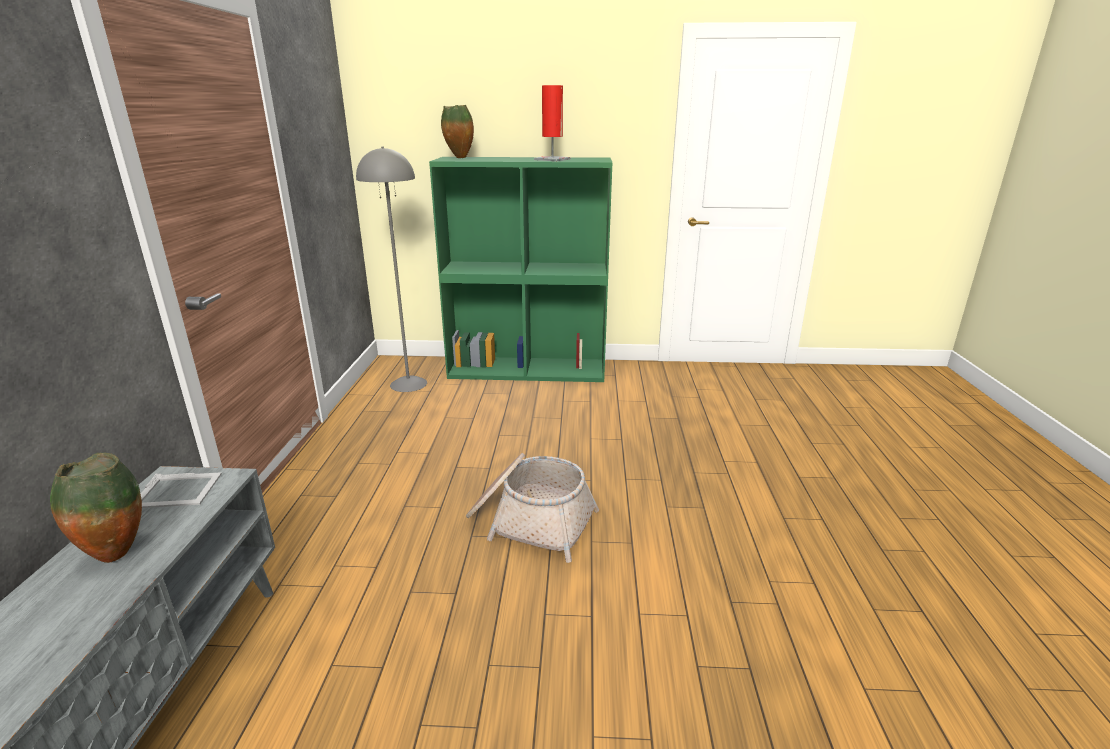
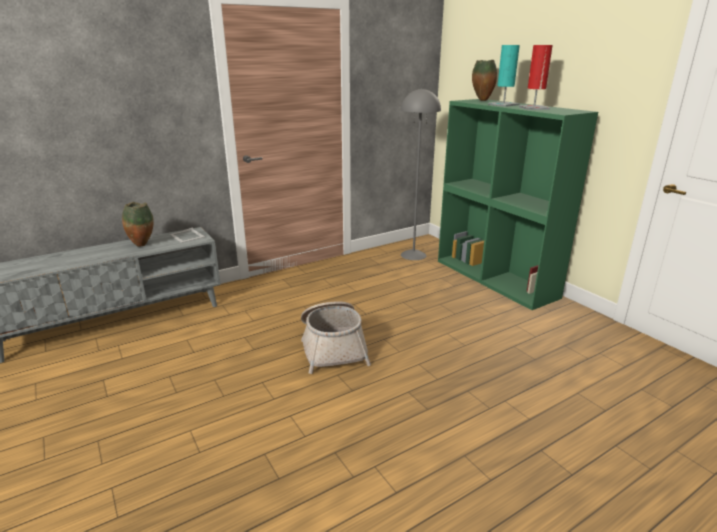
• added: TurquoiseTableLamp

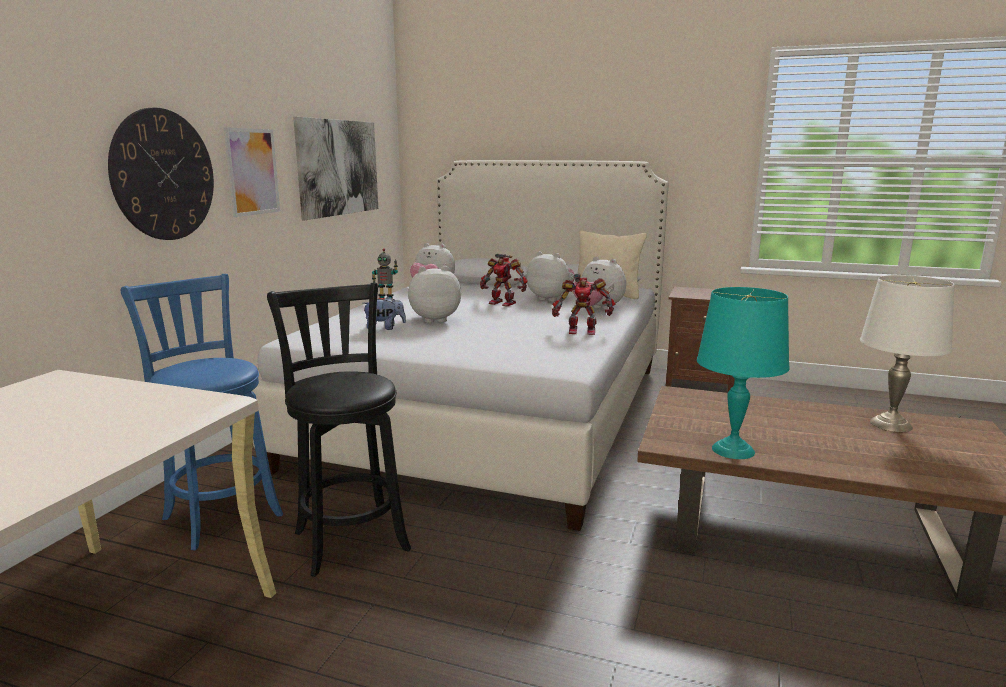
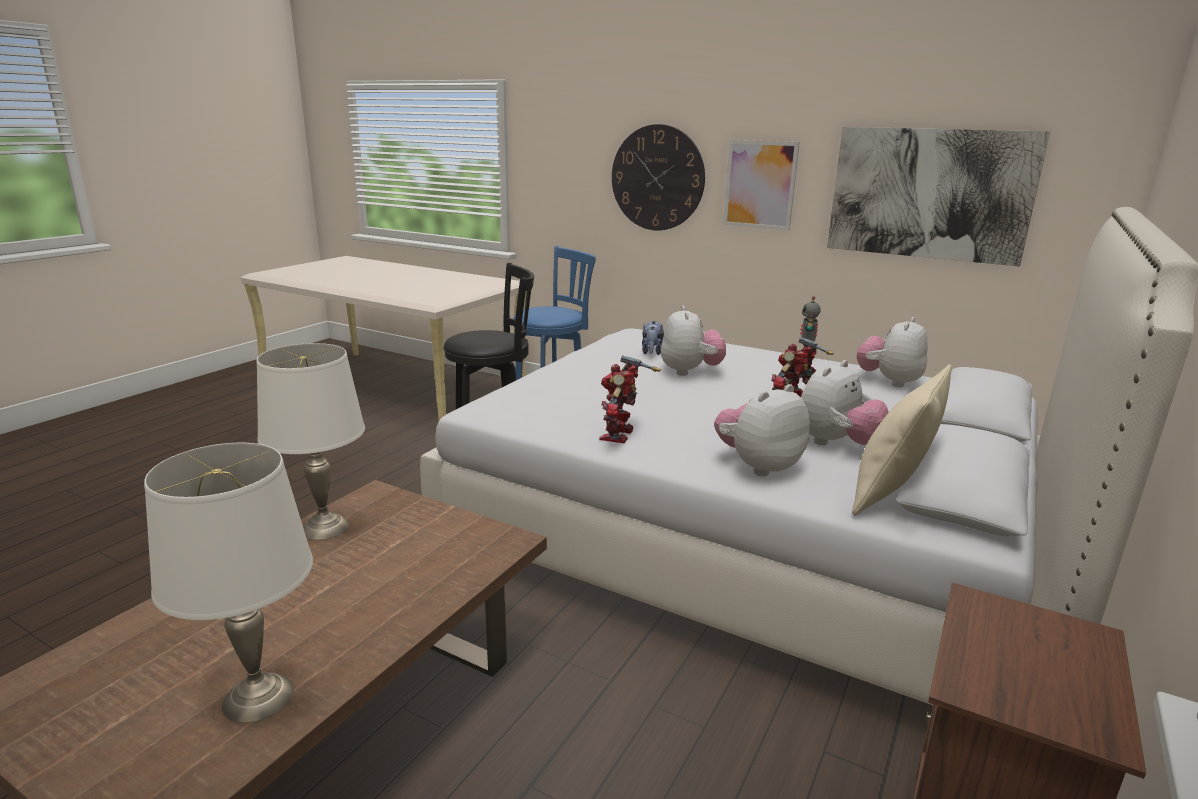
• recoloured: TurquoiseTableLamp to WhitishTableLamp (2nd from left)

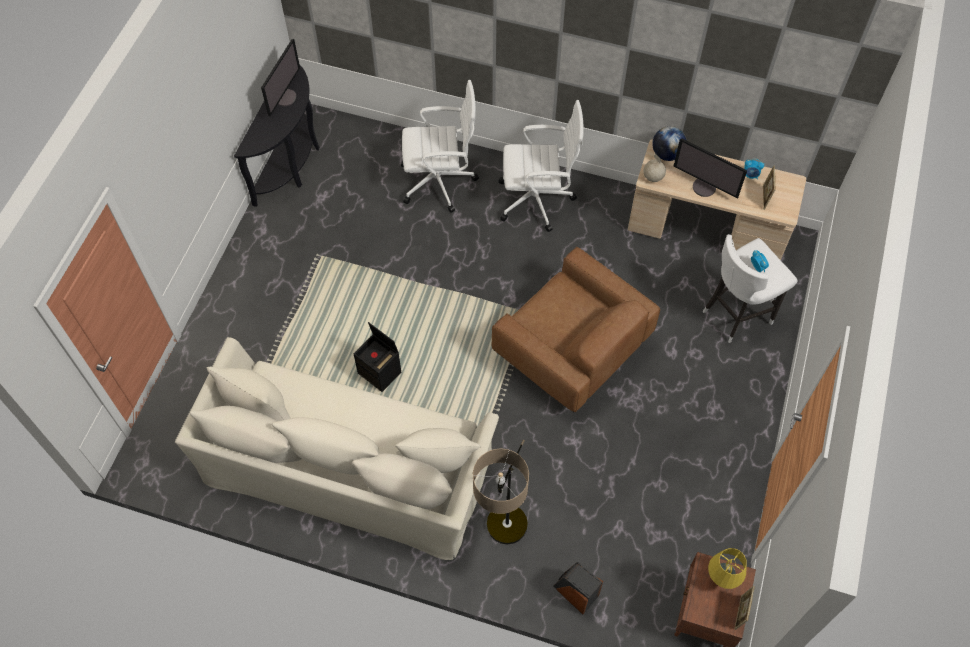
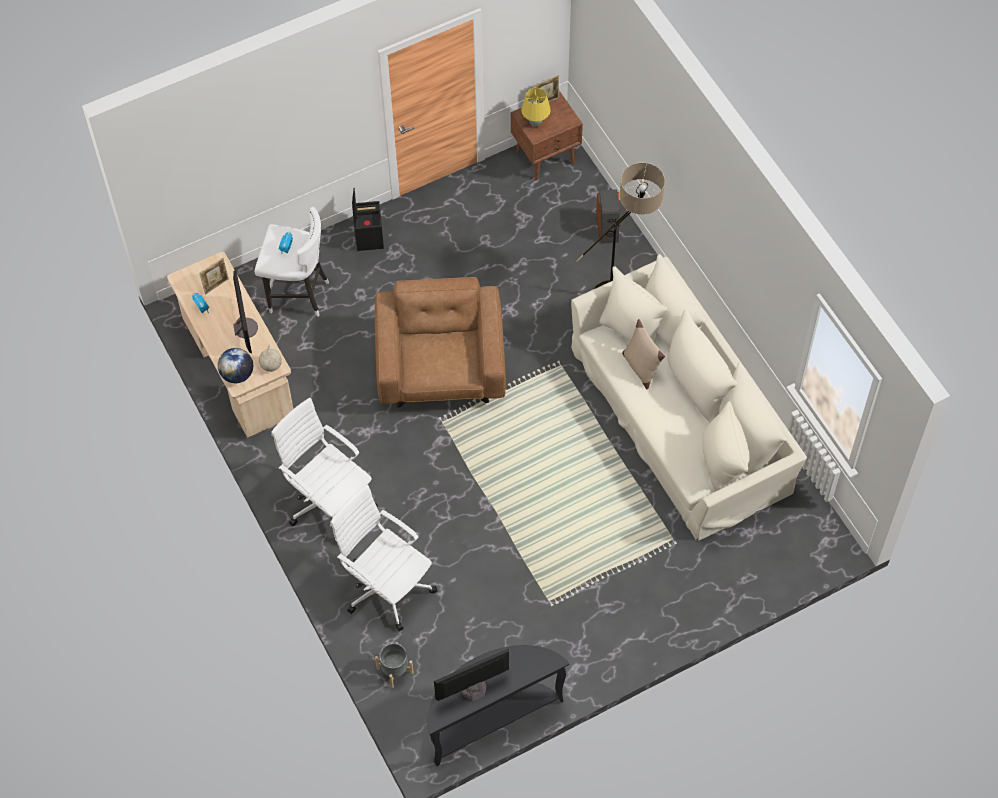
• added: GreyPlanter
• added: BeigeColouredPillow
• moved: BlackStorageBox

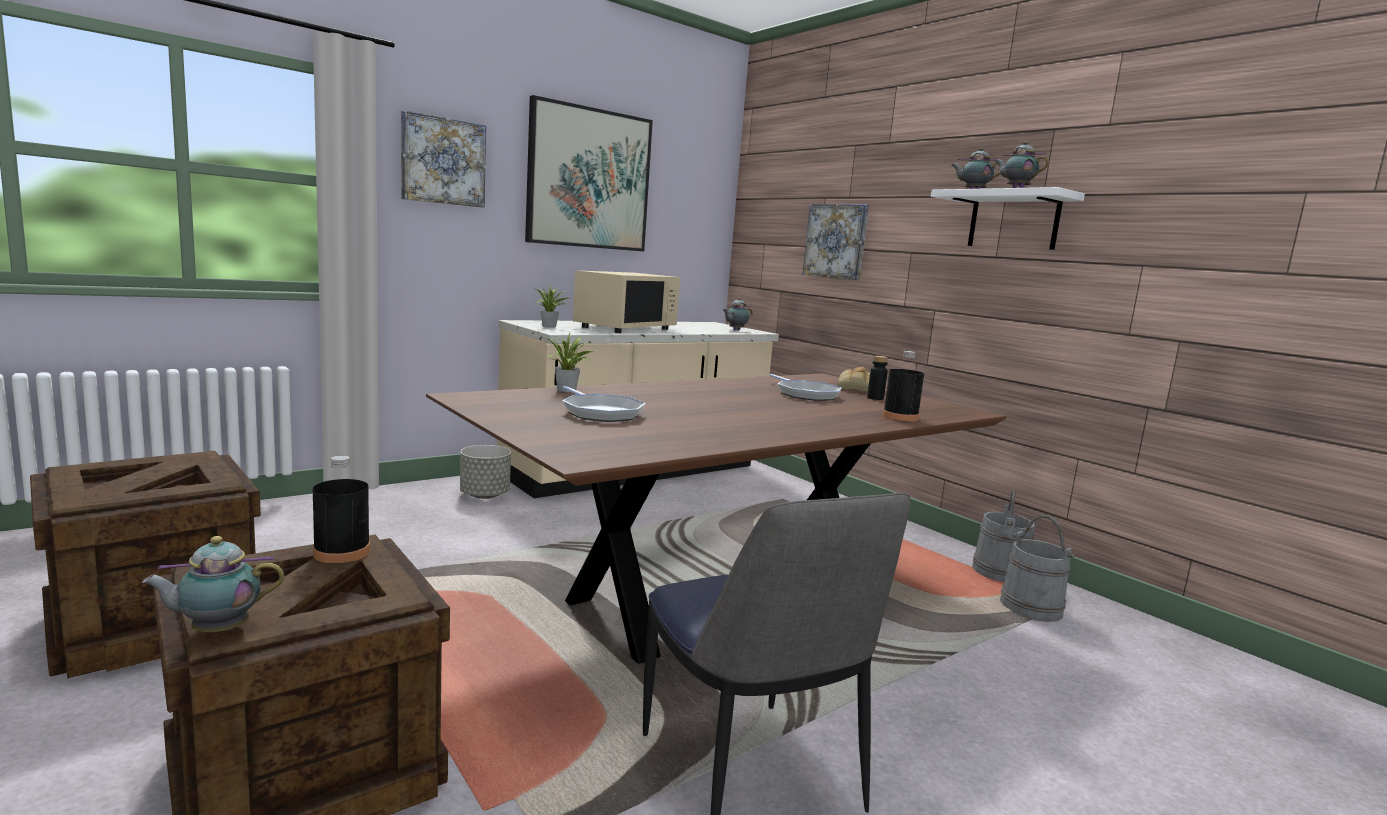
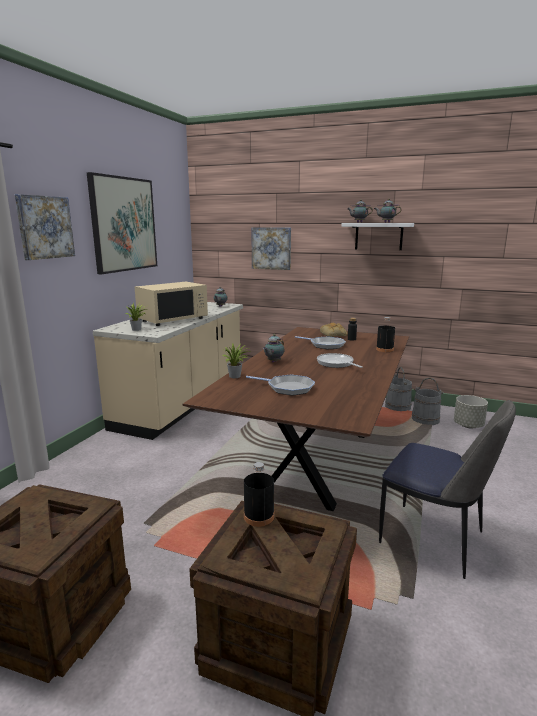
• added: Skillet (3rd from left)
• moved: PotForTea (1st from left in the first image) to PotForTea (2nd from left)
• moved: GreyPlanter
• turned: BeigeColouredKitchenMicrowave 45 degrees clockwise

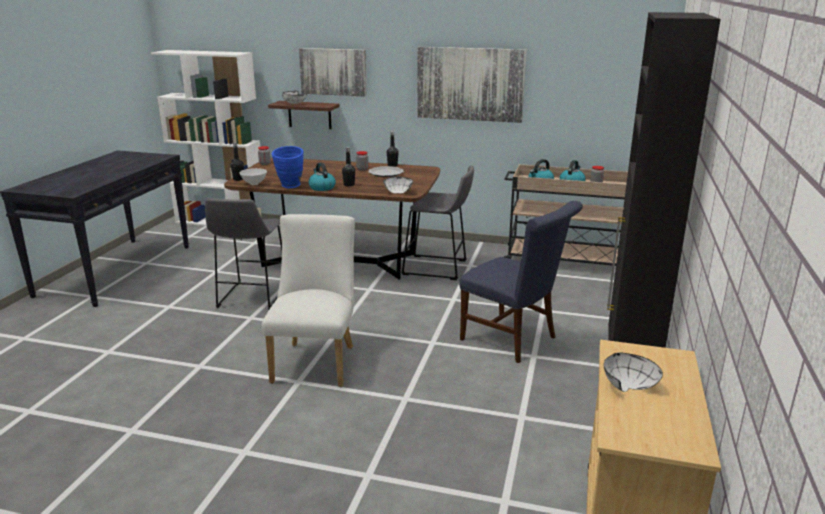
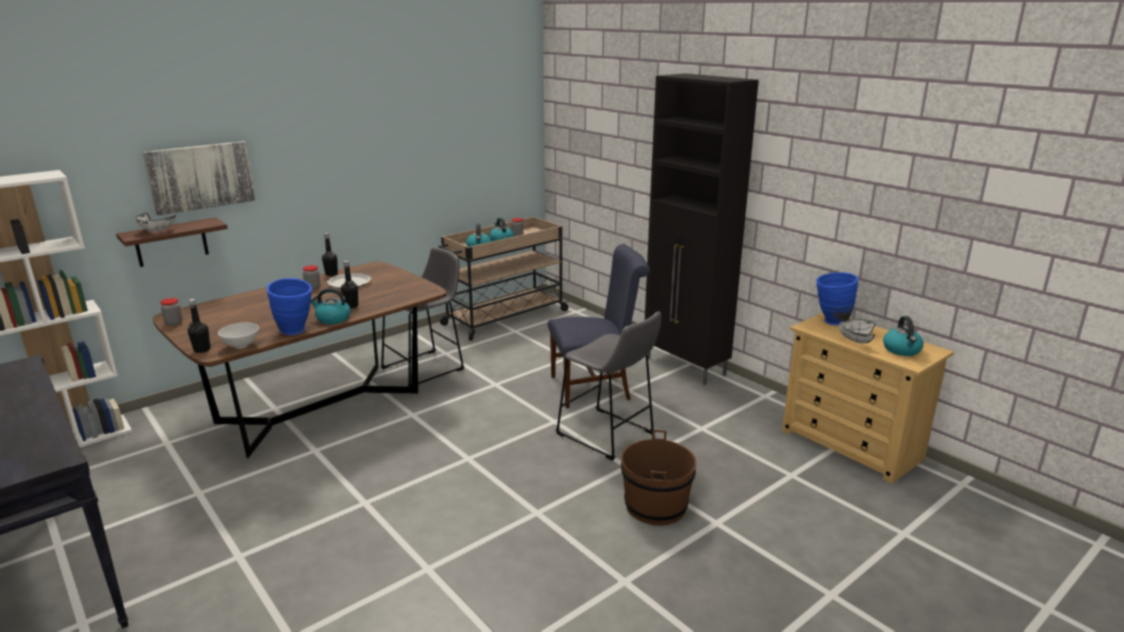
• removed: WhitishChair
• removed: WhitishDeepDish (3rd from left)
• removed: Picture (2nd from left)
• added: BrownishPail
• added: BluishDecorativeVase (2nd from left)
• added: Kettle (4th from left)
• moved: GreyStool (1st from left in the first image) to GreyStool (2nd from left)

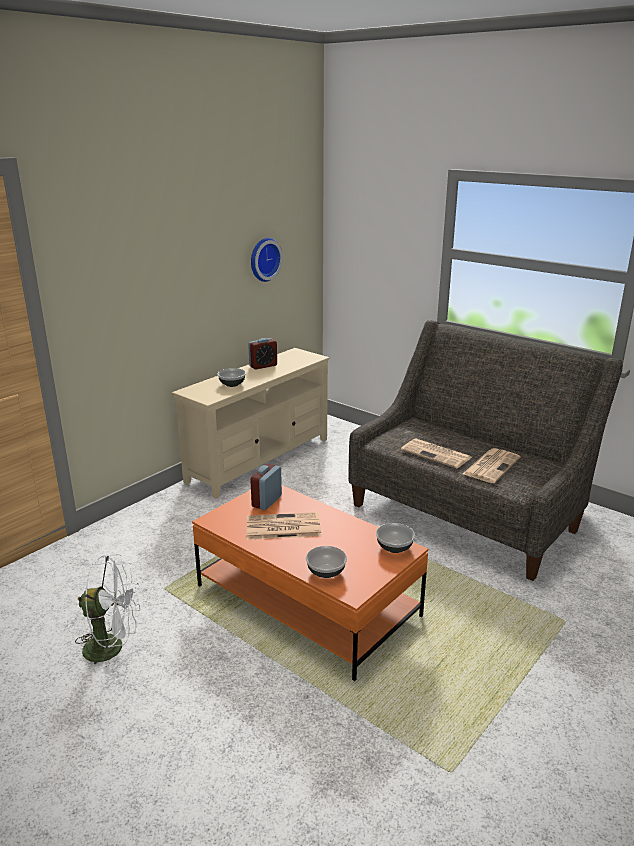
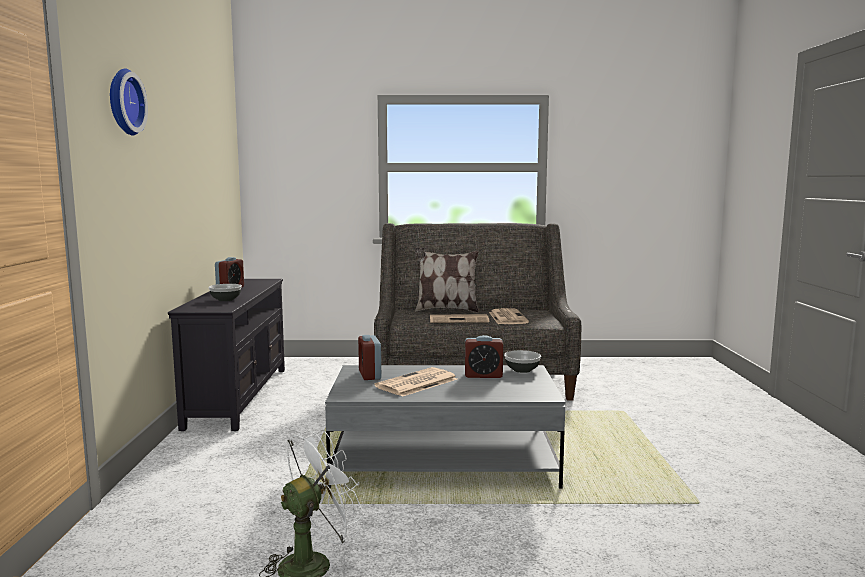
• removed: DeepDish (2nd from left)
• added: Pillow
• added: AlarmClock (3rd from left)
• moved: WallClock
• recoloured: BeigeColouredTvStand to BlackTvStand
• recoloured: OrangeColouredLowTable to GreyLowTable

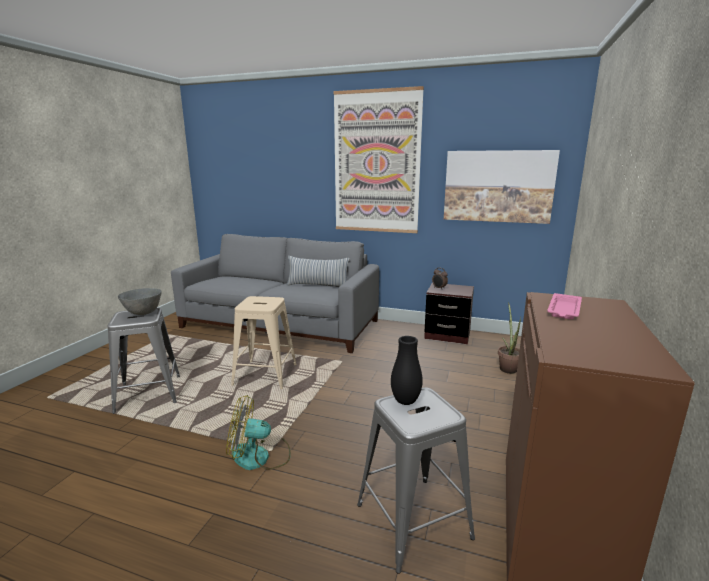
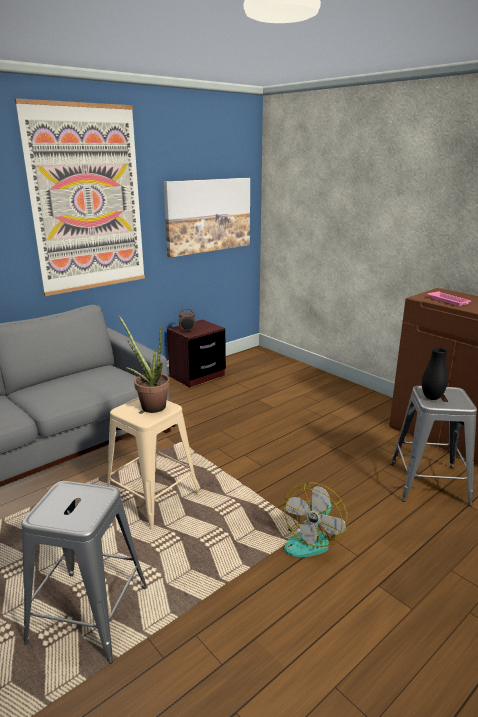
• removed: GreyDeepDish
• removed: Pillow
• moved: Houseplant

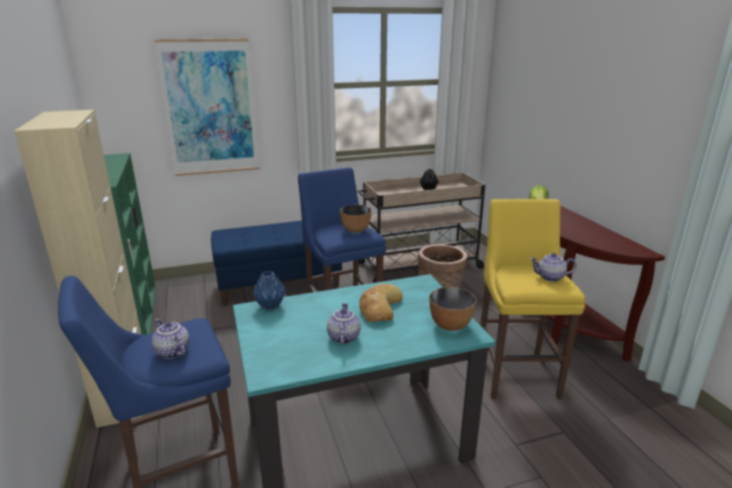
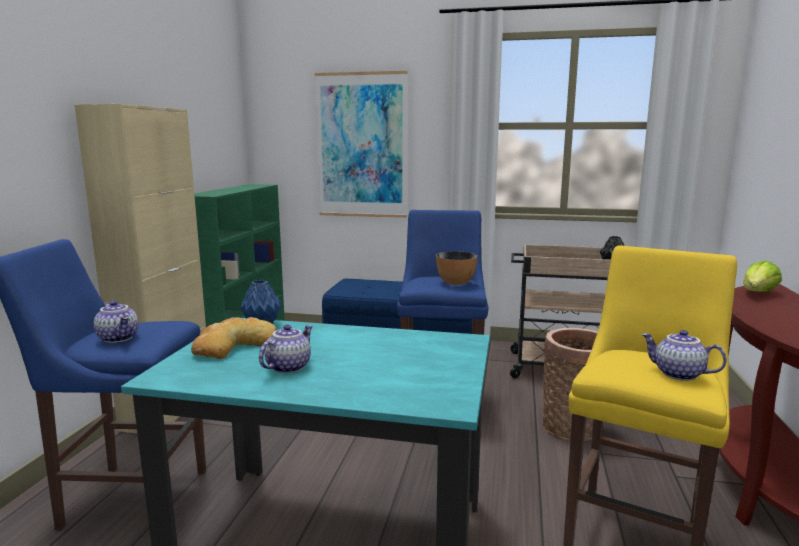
• removed: DeepDish (2nd from left)
• moved: BakedBread
• turned: PotForTea (1st from left) 150 degrees clockwise

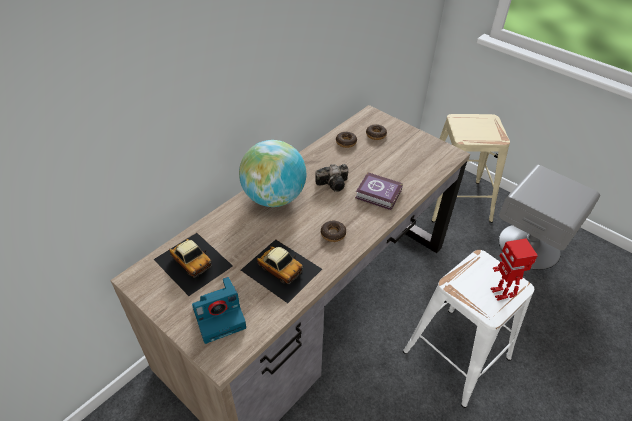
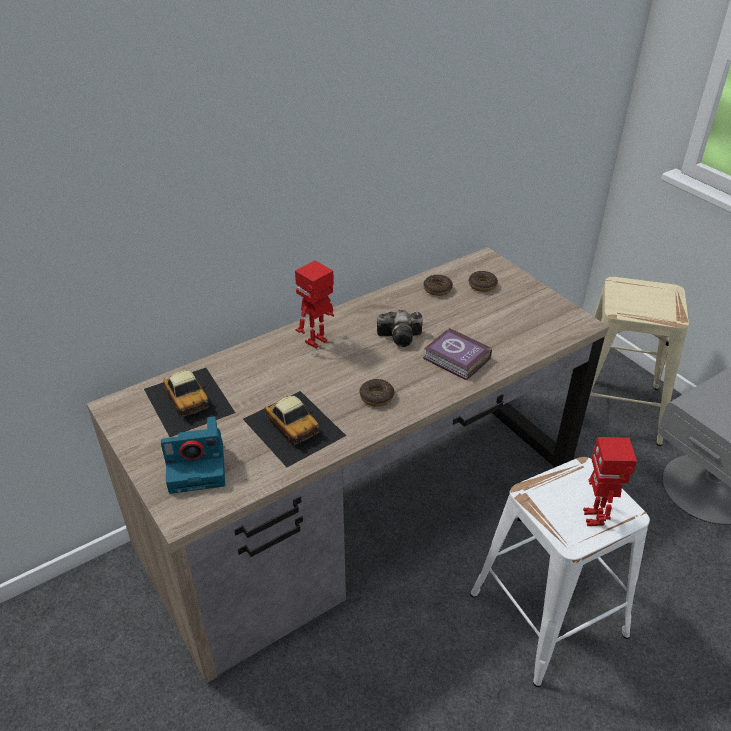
• replaced: WorldGlobe to ToyRobot (1st from left)

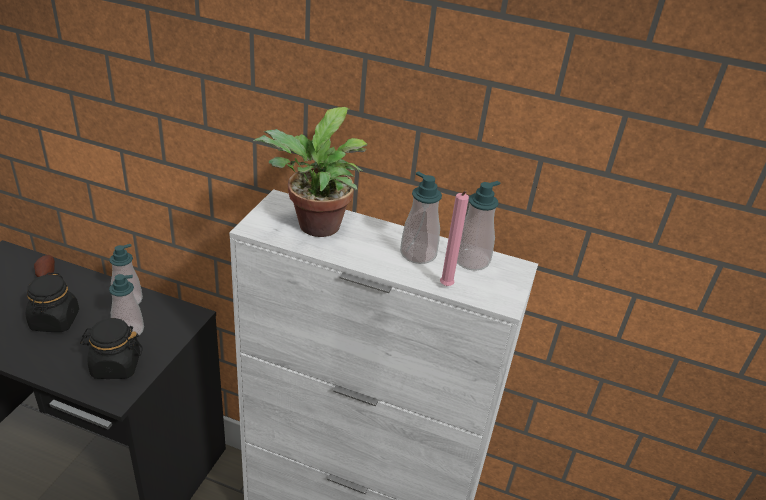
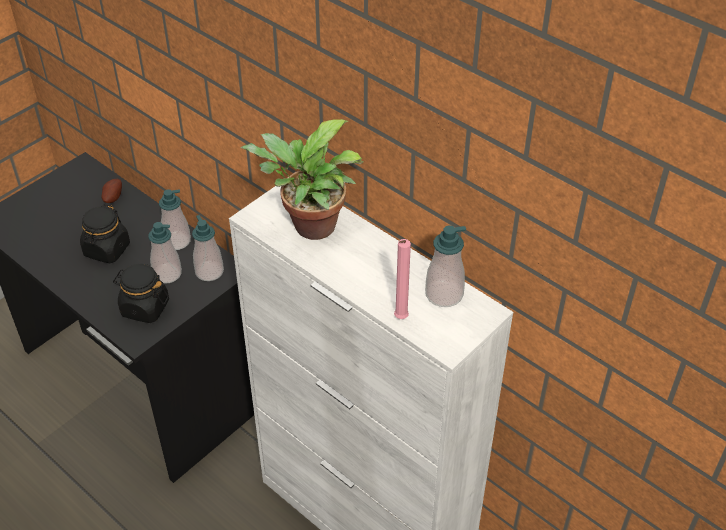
• moved: SoapBottle (3rd from left)

